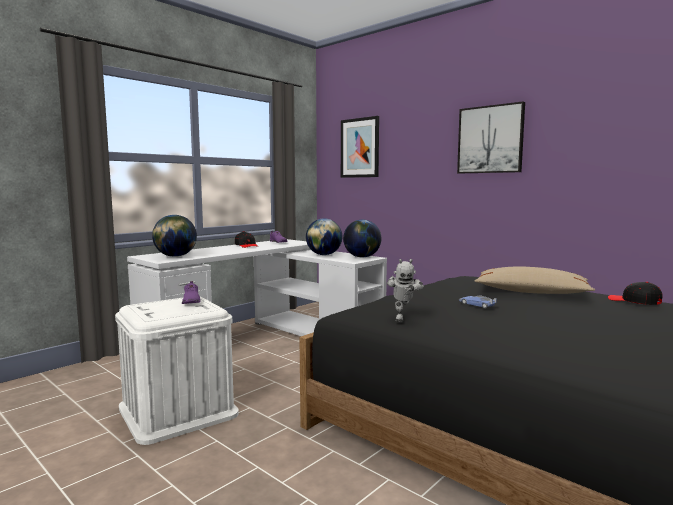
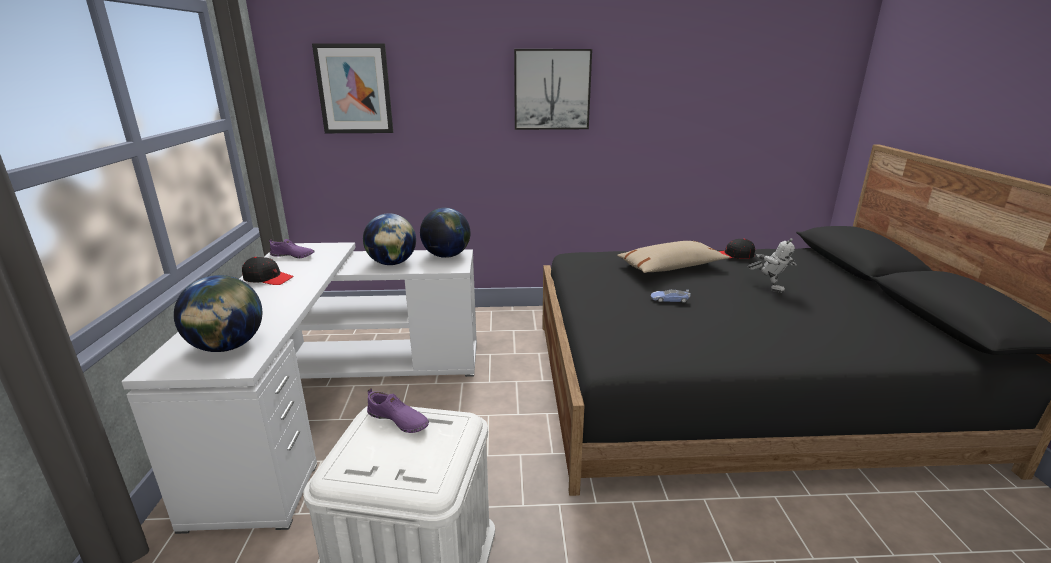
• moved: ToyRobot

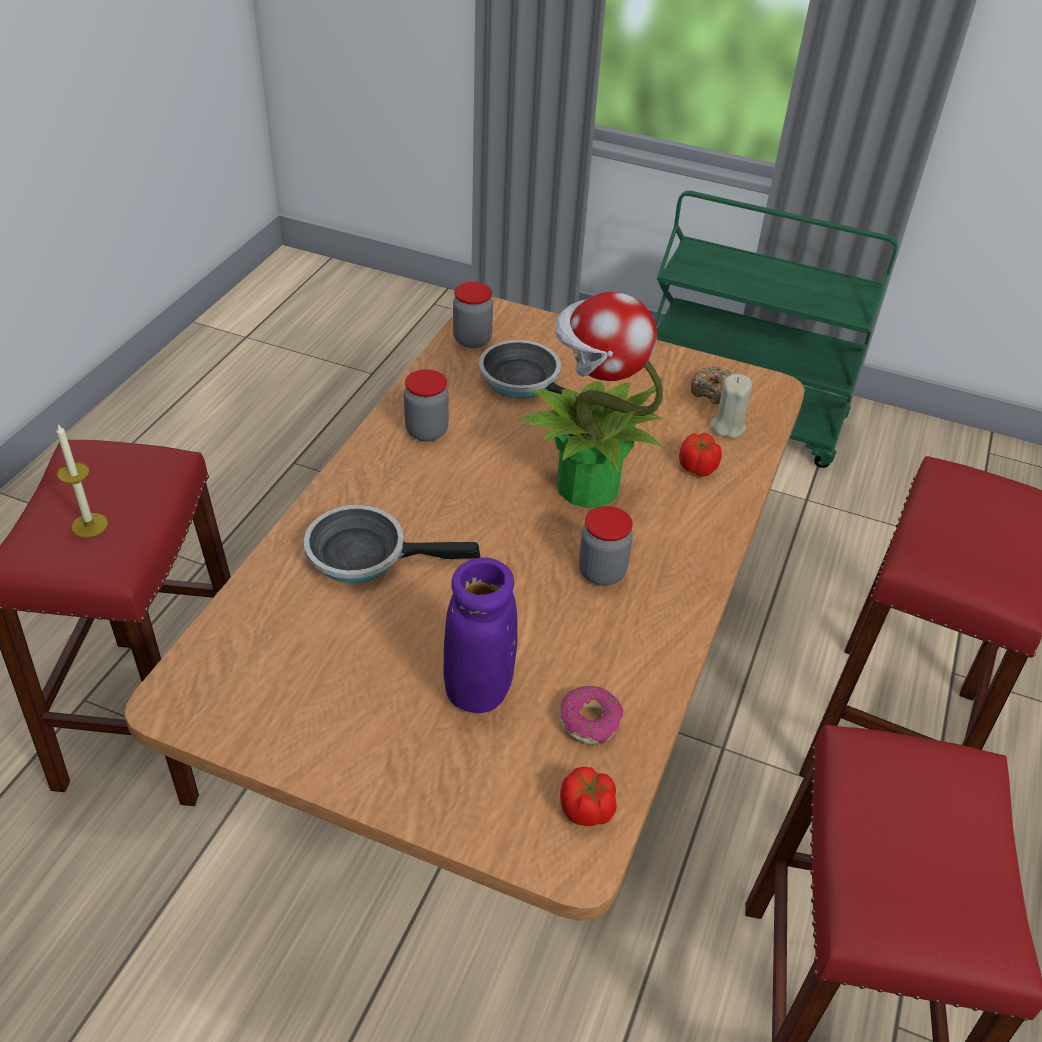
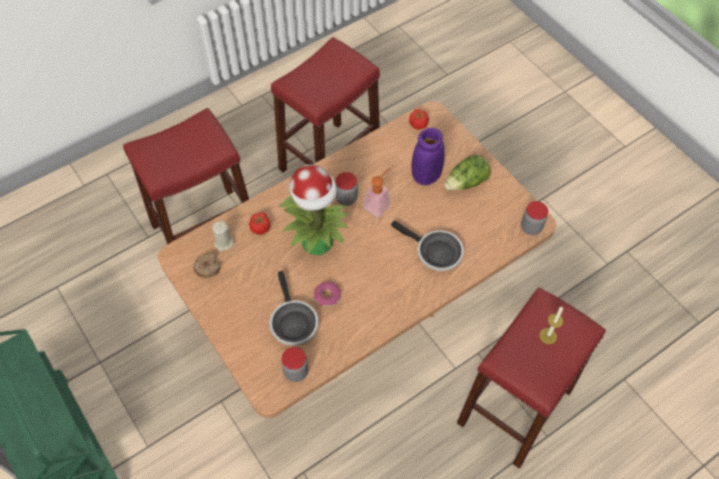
• added: SoapBottle
• added: HeadOfLettuce
• moved: Jar (1st from left in the first image) to Jar (3rd from left)
• moved: Donut (1st from left in the first image) to Donut (2nd from left)

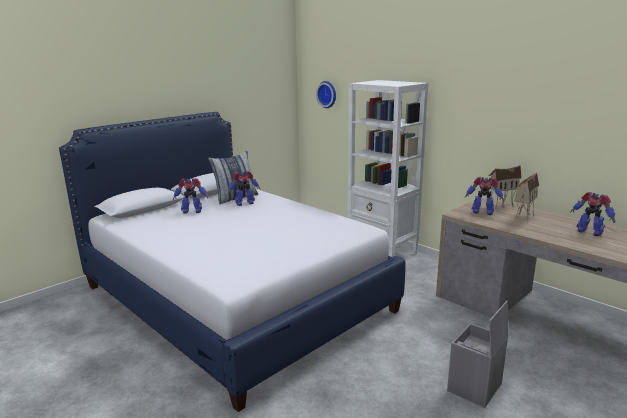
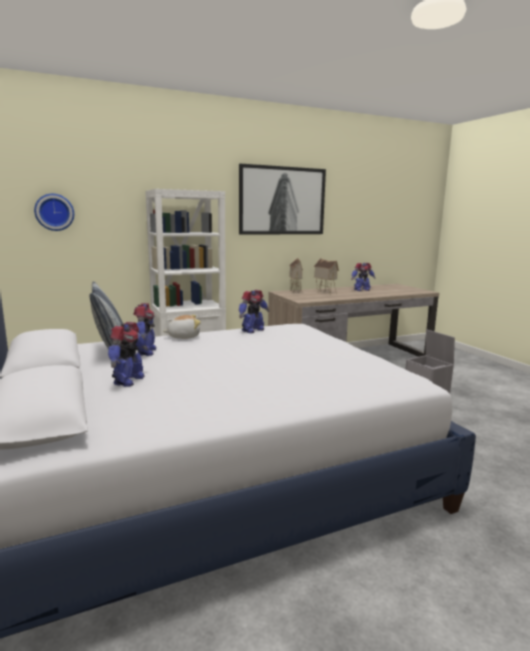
• added: SoftToy
• added: Picture
• moved: ToyRobot (3rd from left)

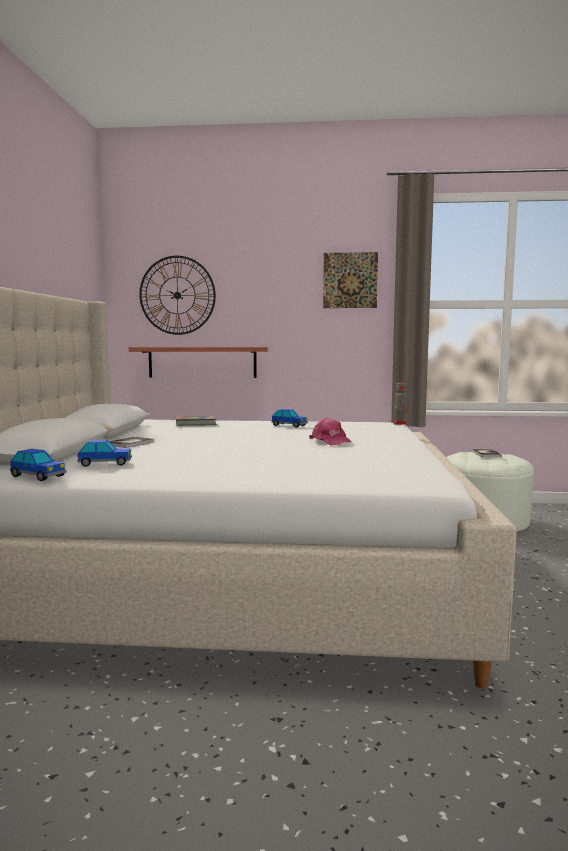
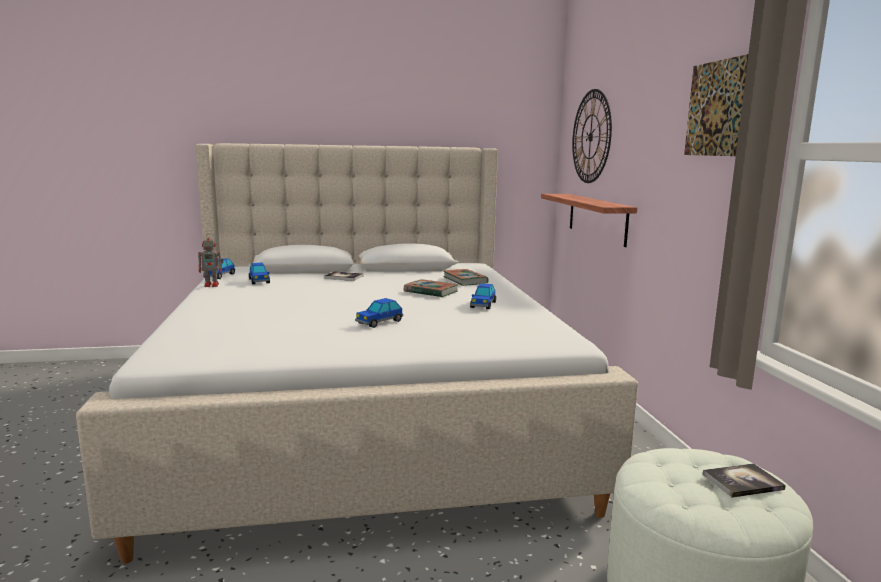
• added: Book (2nd from left)
• moved: ToyRobot
• replaced: PinkishCap to MiniatureCar (3rd from left)

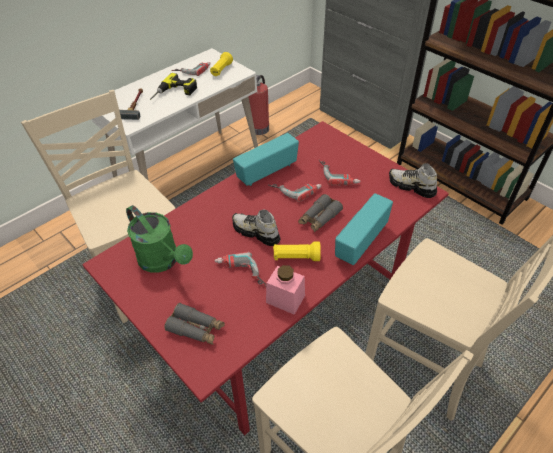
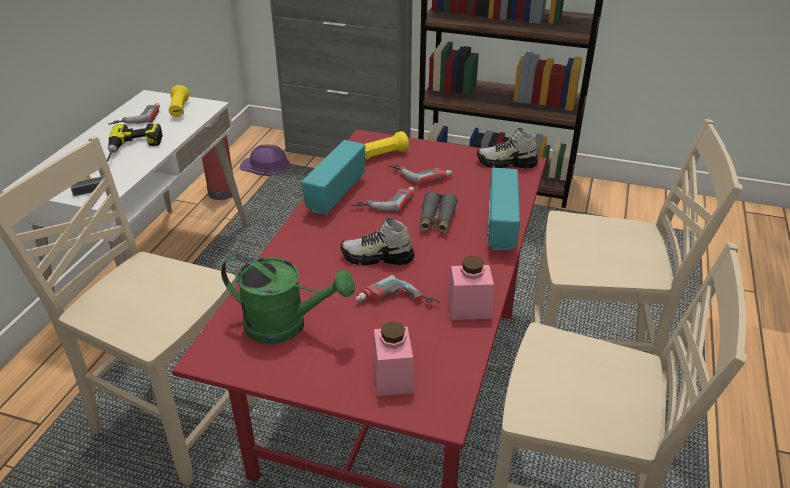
• added: PurplishHardHat
• moved: YellowColouredHandTorch (2nd from left)
• replaced: GreyPairOfBinoculars (1st from left) to PinkishJar (1st from left)

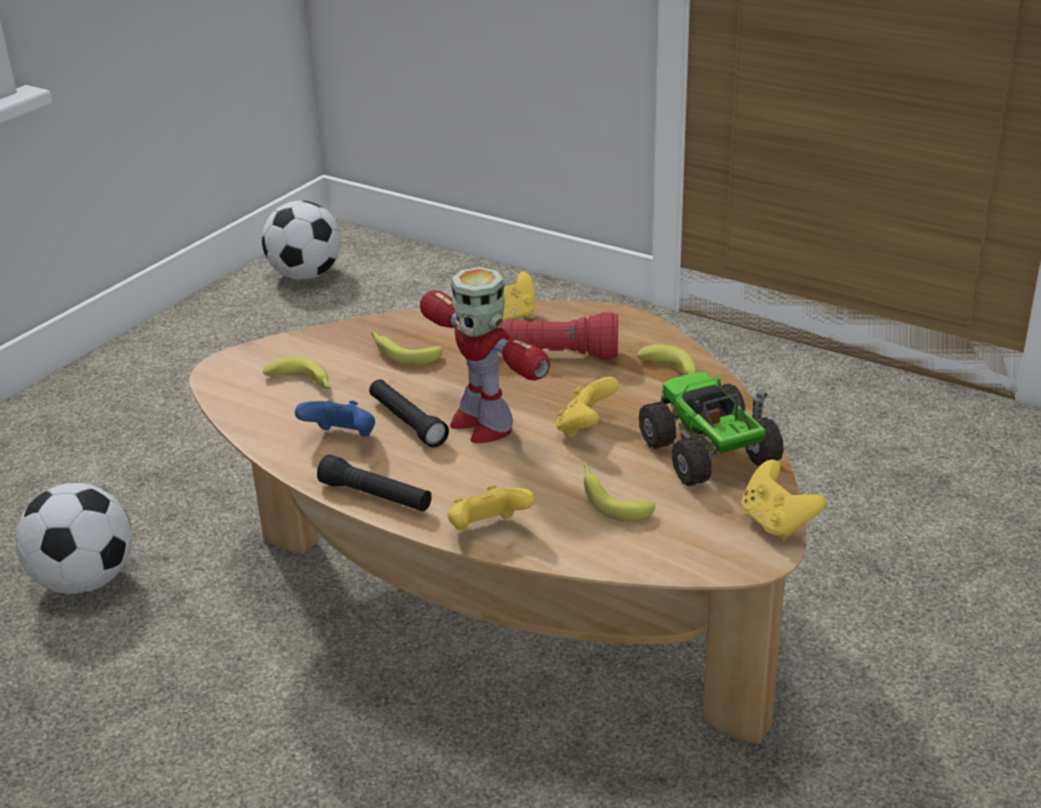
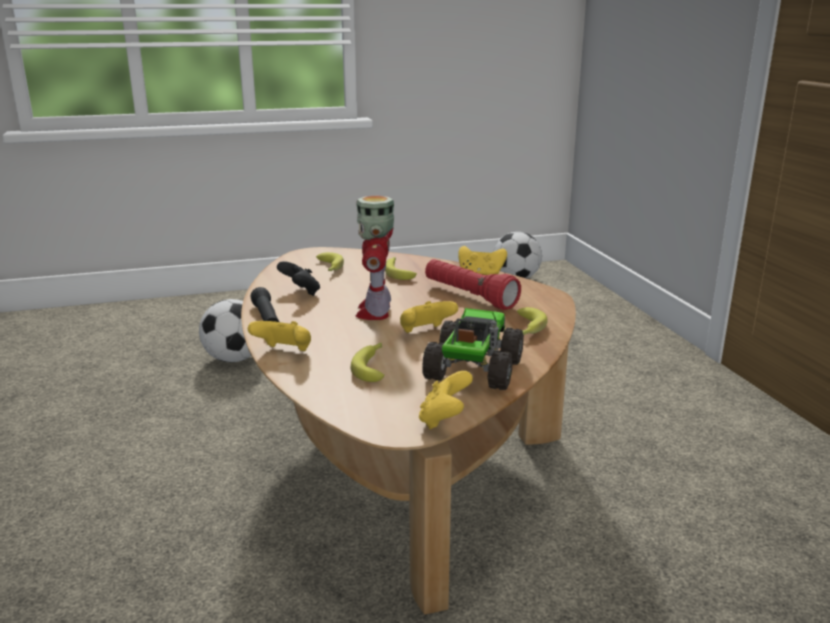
• removed: BlackHandTorch (2nd from left)
• recoloured: BluishJoypad to BlackJoypad

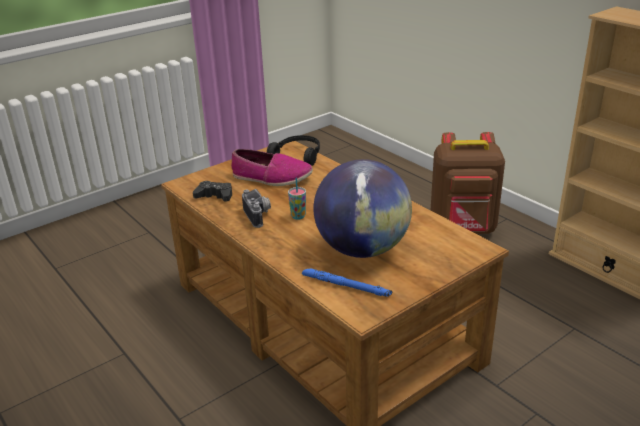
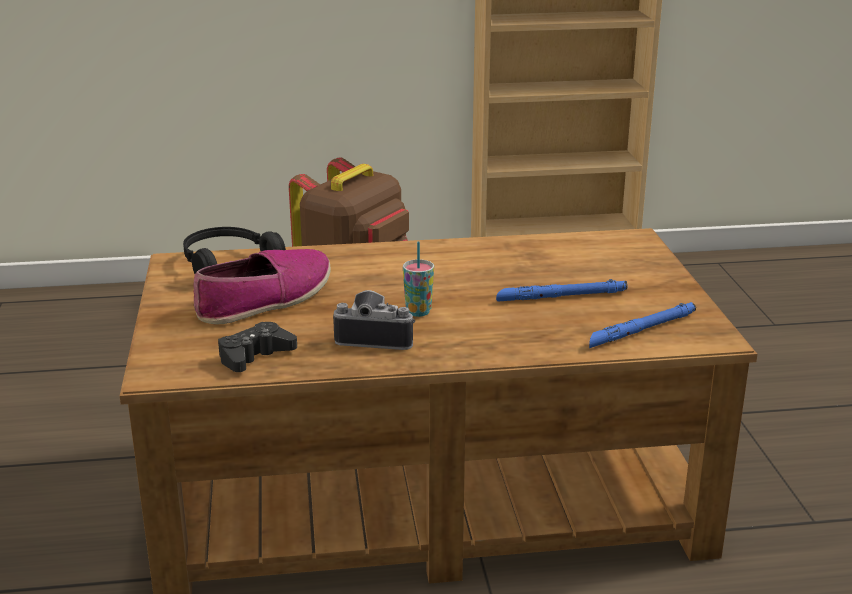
• replaced: WorldGlobe to BluishHandTorch (1st from left)

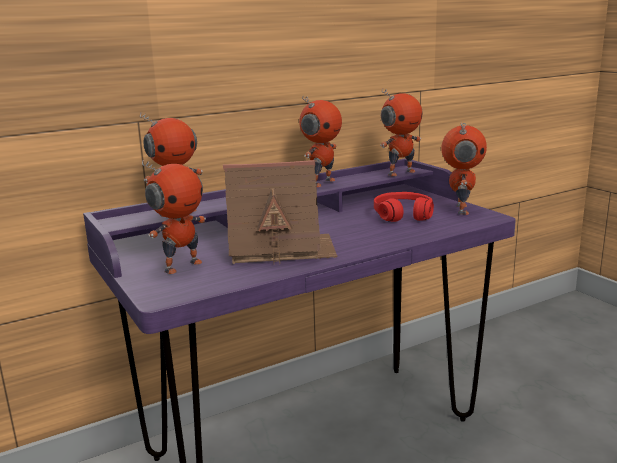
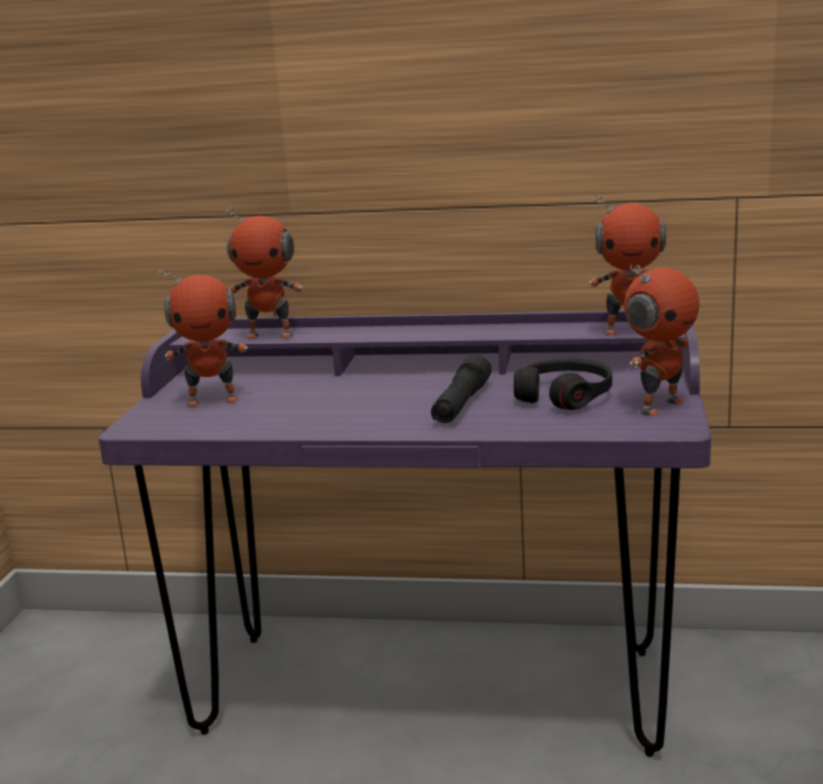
• removed: ModelHouse
• removed: ToyRobot (3rd from left)
• added: BlackHandTorch
• recoloured: RedColouredPairOfHeadphones to BlackPairOfHeadphones

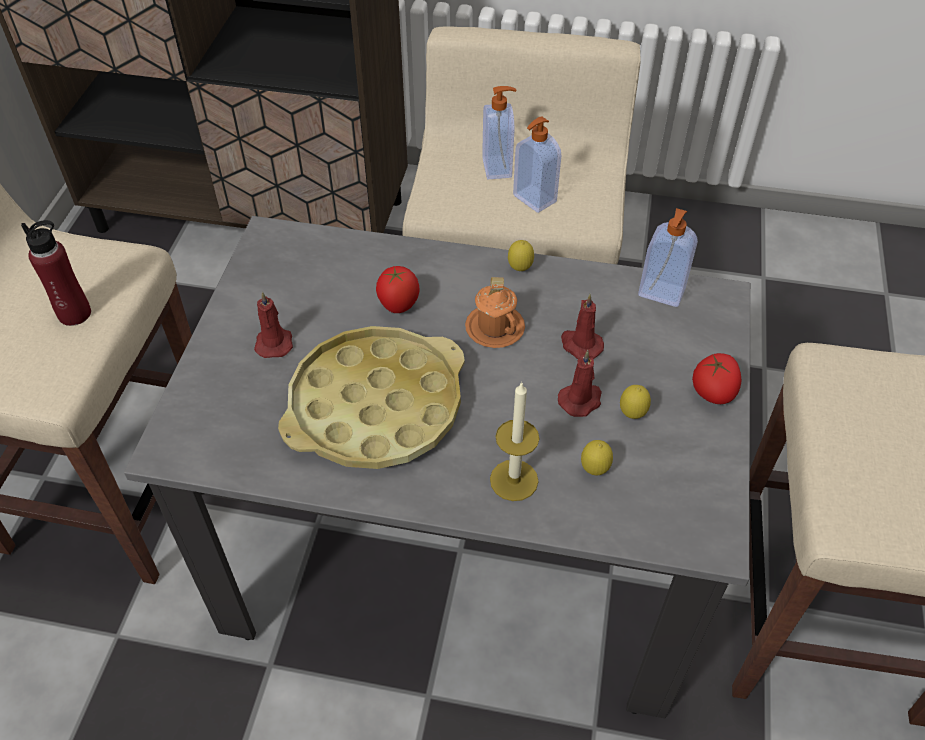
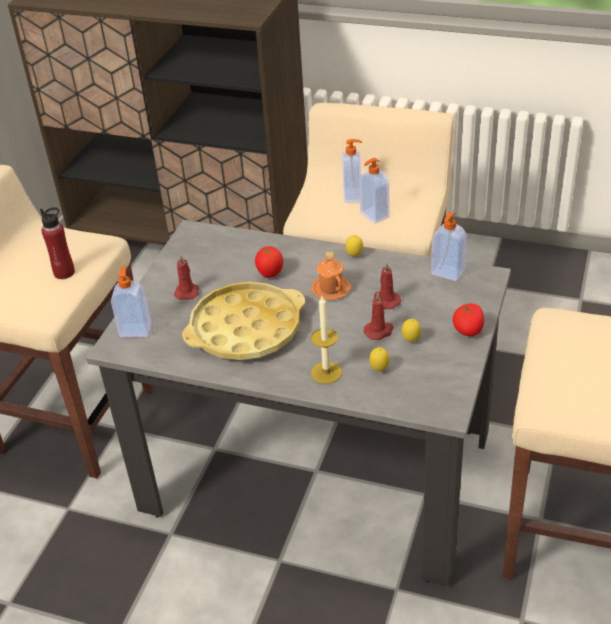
• added: SoapBottle (1st from left)

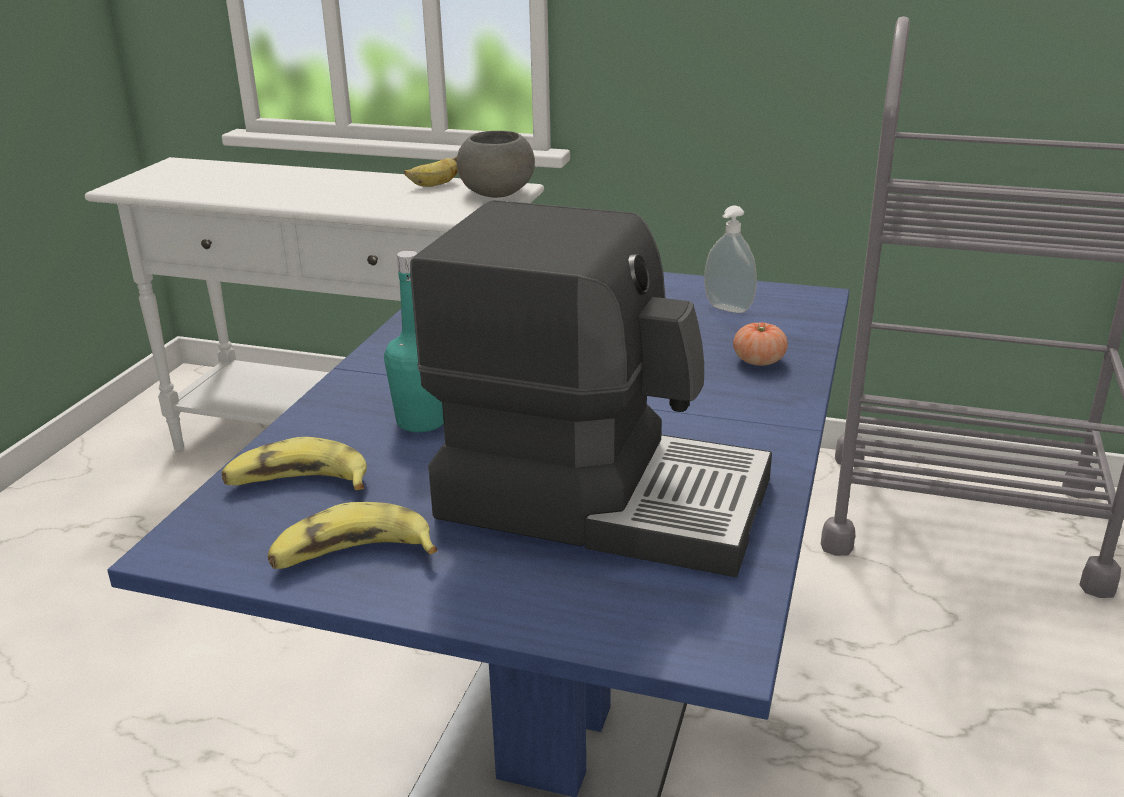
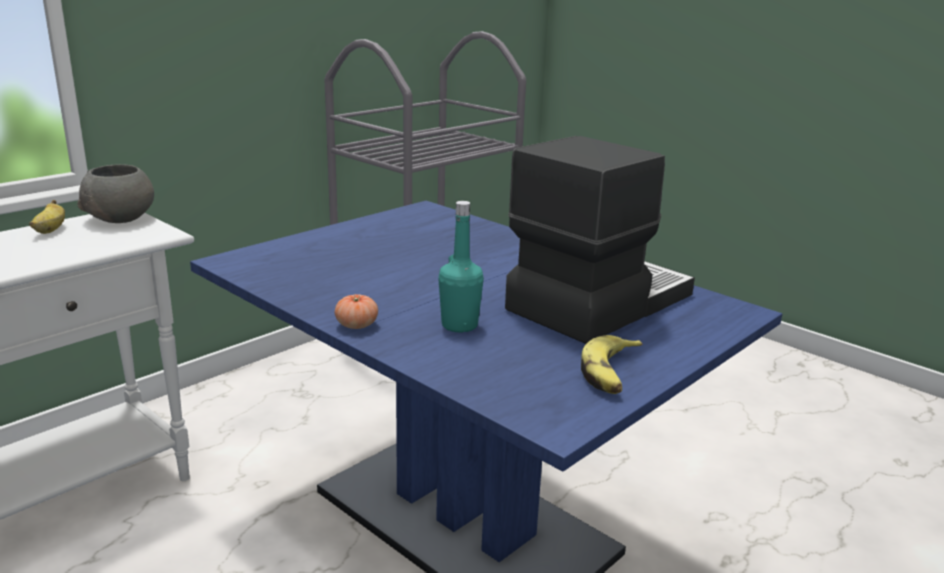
• removed: BananaFruit (1st from left)
• removed: SoapBottle
• moved: WholeTomato

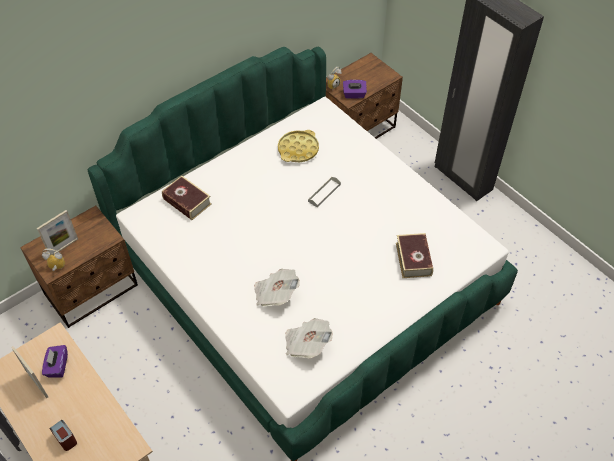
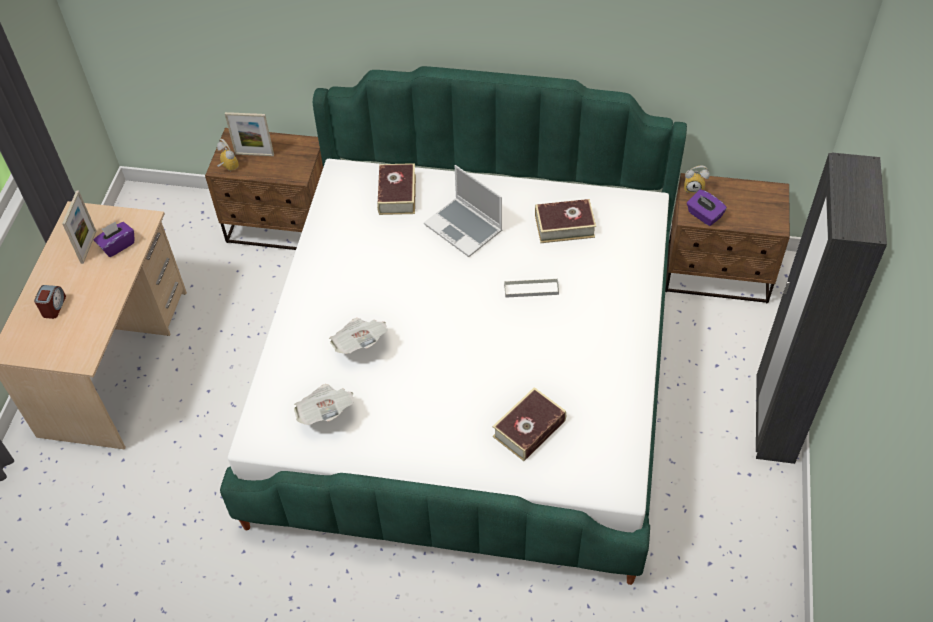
• added: Laptop
• replaced: YellowColouredServingTray to Book (3rd from left)

